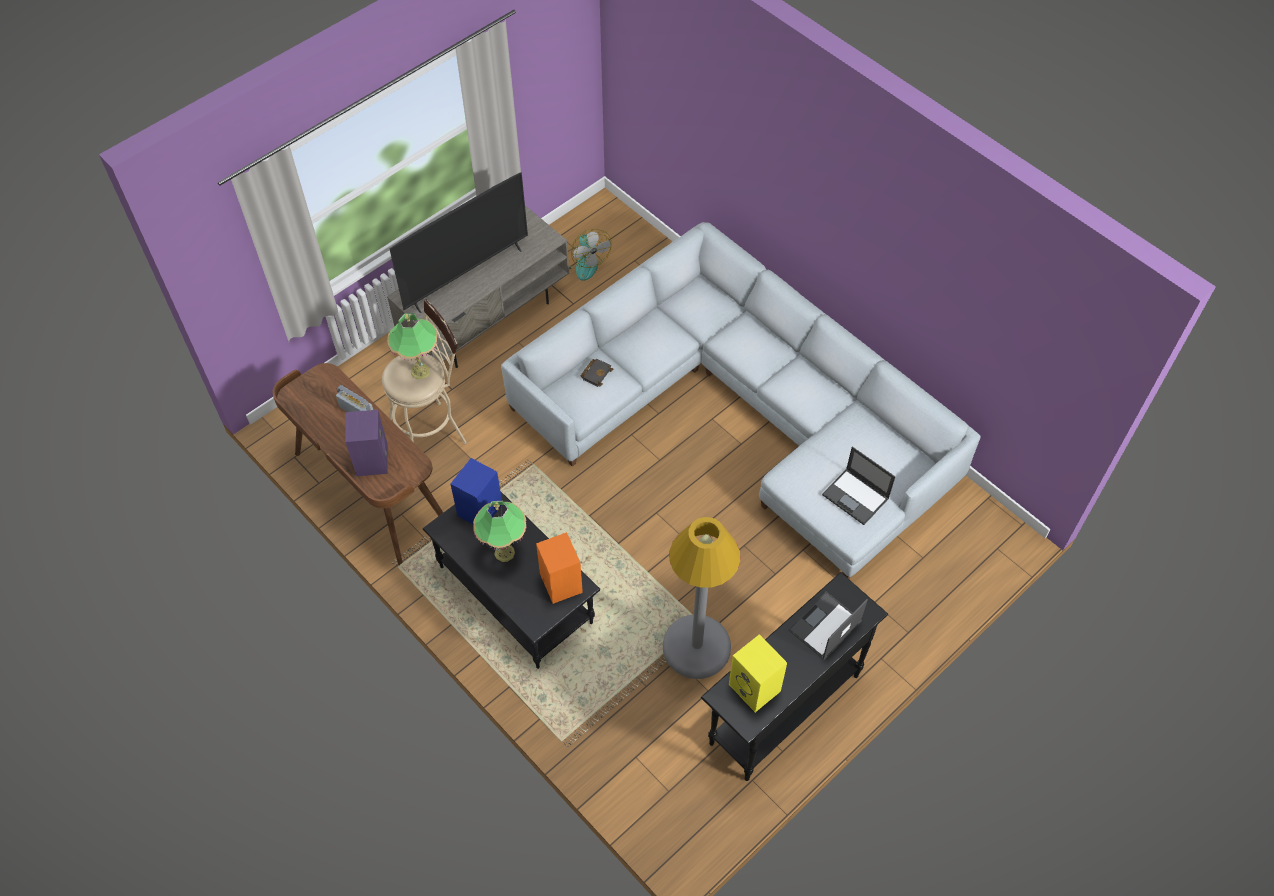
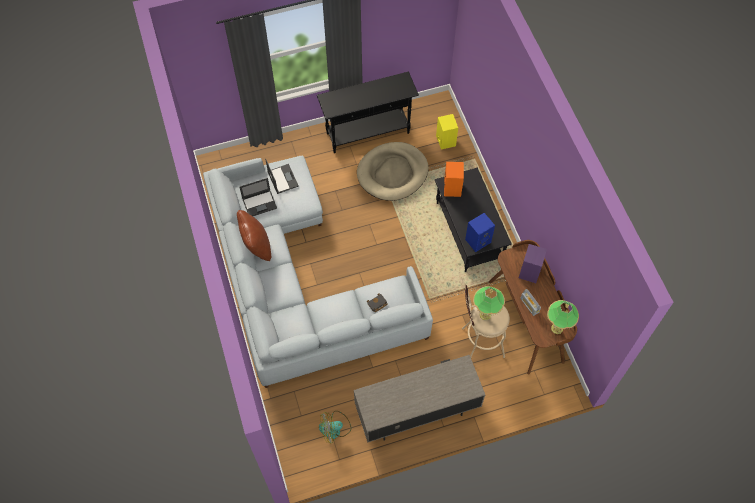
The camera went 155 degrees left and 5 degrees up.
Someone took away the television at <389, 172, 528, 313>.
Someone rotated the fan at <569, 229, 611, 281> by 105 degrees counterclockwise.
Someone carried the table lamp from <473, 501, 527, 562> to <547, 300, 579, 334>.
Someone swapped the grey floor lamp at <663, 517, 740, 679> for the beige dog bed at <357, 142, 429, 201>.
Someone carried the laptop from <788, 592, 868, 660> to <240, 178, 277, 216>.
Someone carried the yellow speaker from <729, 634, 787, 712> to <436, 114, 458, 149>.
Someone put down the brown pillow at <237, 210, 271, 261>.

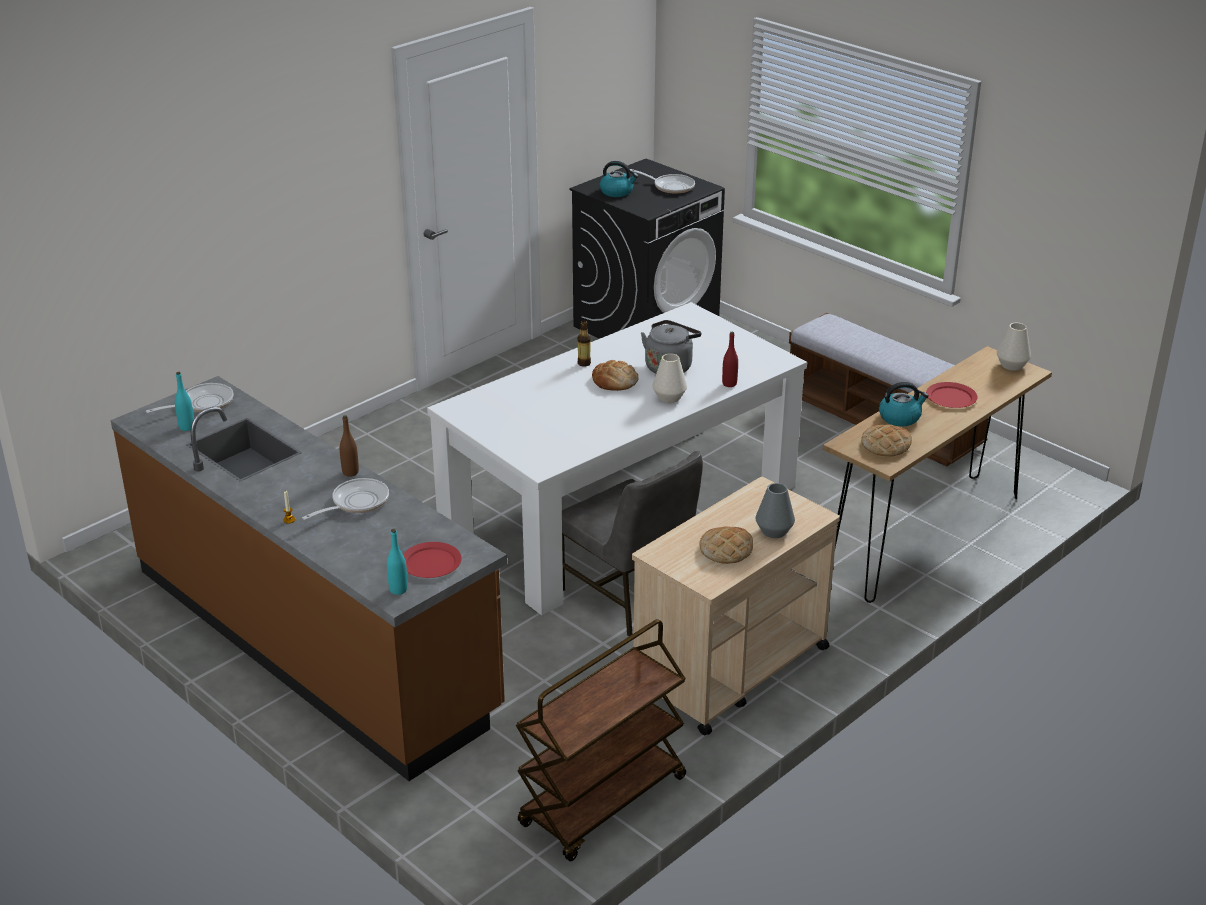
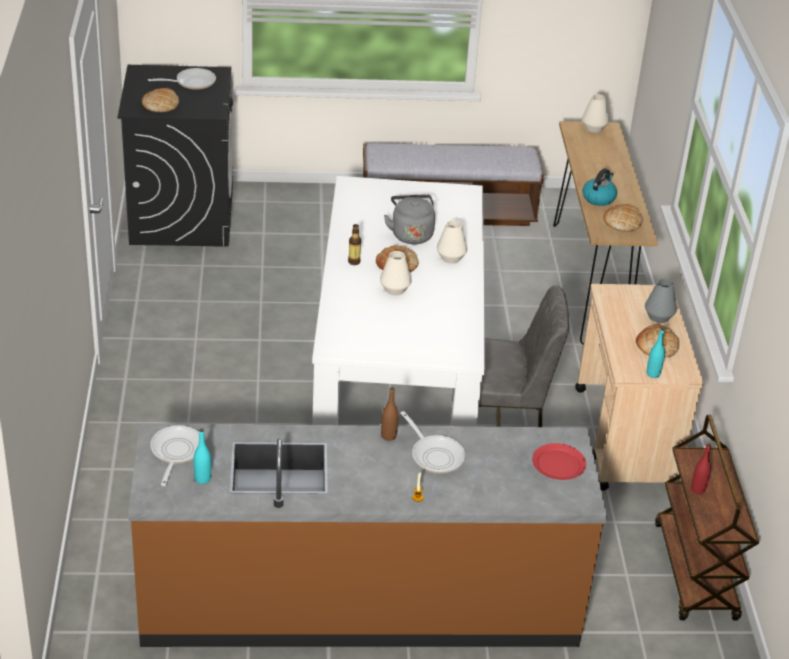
The camera went 50 degrees left and 5 degrees up.
Someone swapped the kettle at <599, 161, 638, 197> for the bread at <142, 88, 179, 112>.
Someone carried the red bottle from <722, 332, 738, 387> to <691, 443, 711, 494>.
Someone took away the red plate at <926, 382, 978, 408>.
Someone rotated the frying pan at <302, 478, 389, 520> by 150 degrees clockwise.
Someone carried the turquoise bottle from <387, 529, 408, 595> to <647, 328, 665, 378>.
Someone put down the white vase at <380, 251, 412, 295>.

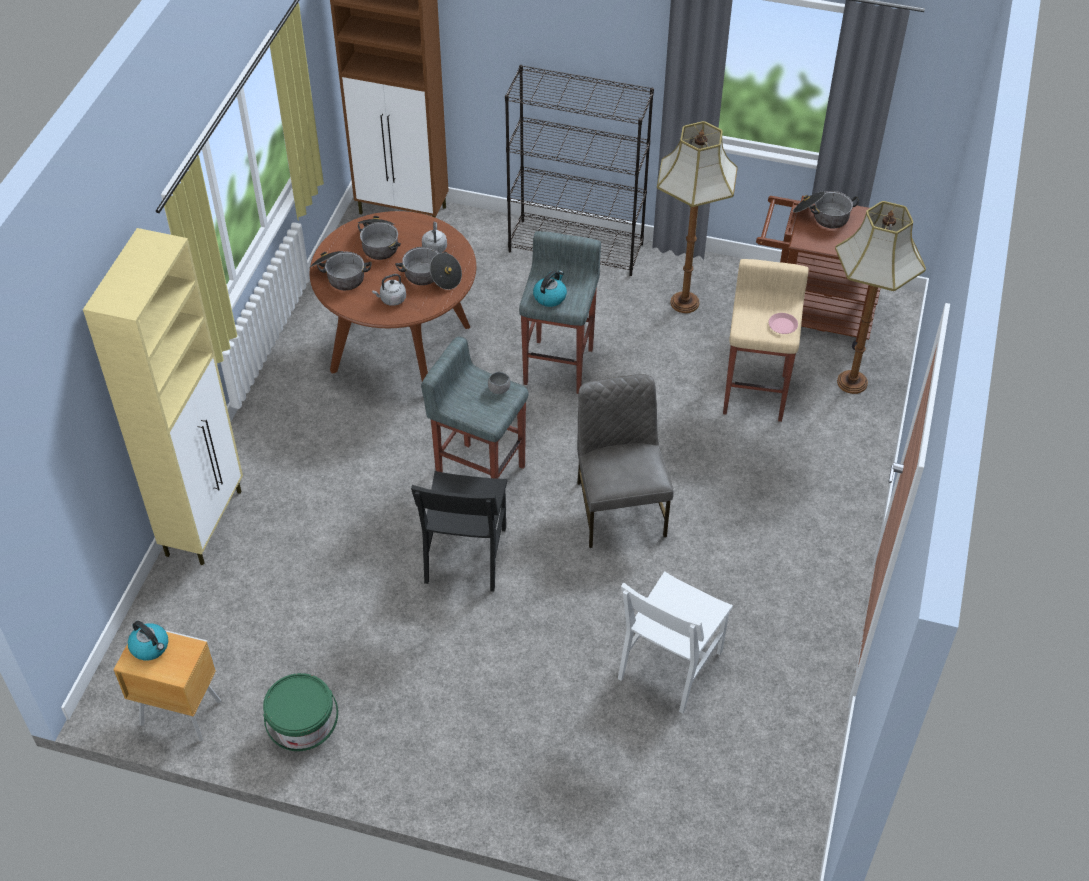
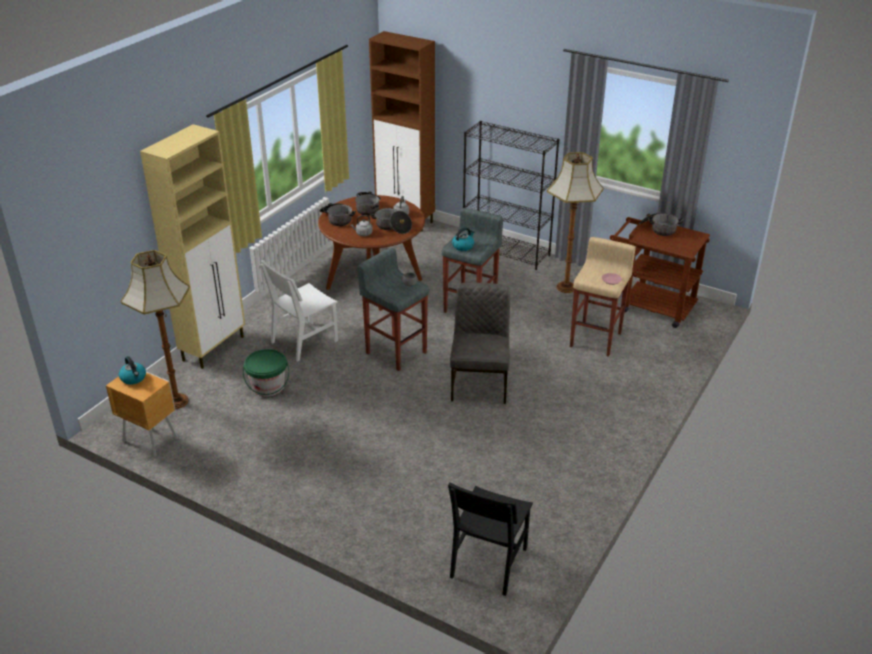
The camera went 15 degrees right and 15 degrees down.
Someone carried the floor lamp from <835, 201, 926, 394> to <120, 250, 190, 409>.
Someone carried the black chair from <411, 471, 508, 592> to <448, 482, 533, 596>.
Someone carried the white chair from <618, 571, 733, 713> to <261, 260, 338, 362>.
Someone carried the green bucket from <263, 673, 338, 751> to <243, 349, 289, 397>.

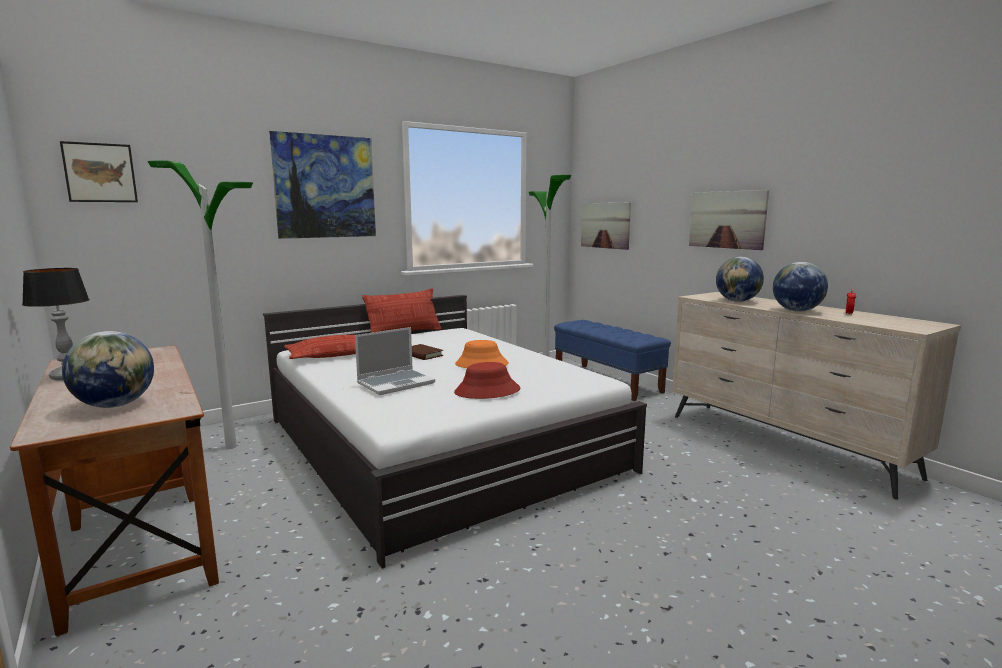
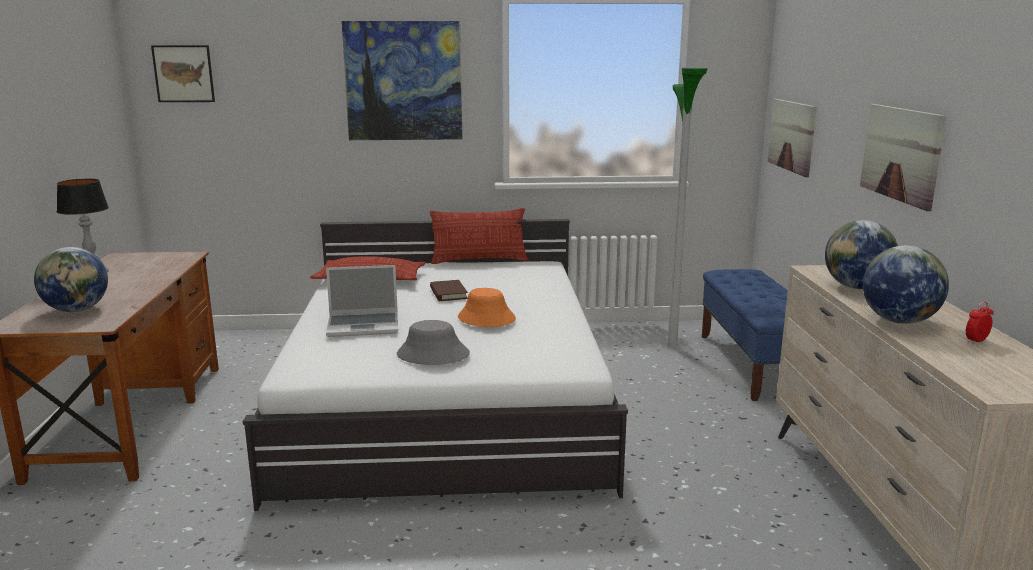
The camera went 30 degrees right and 5 degrees up.
Someone took away the floor lamp at <148, 160, 253, 449>.
Someone repainted the red hat at <454, 362, 520, 399>, which became the grey hat at <397, 320, 470, 365>.

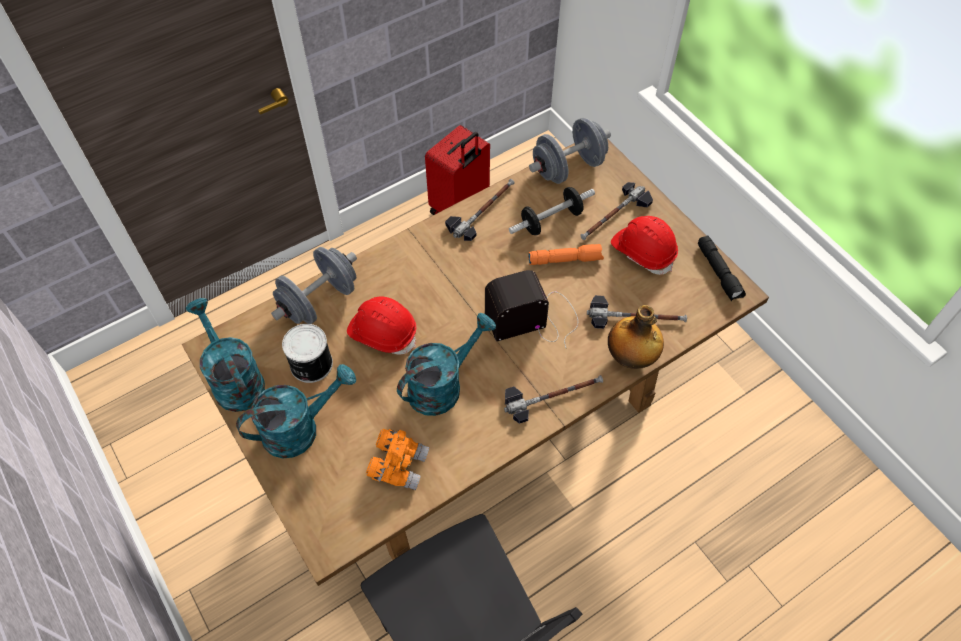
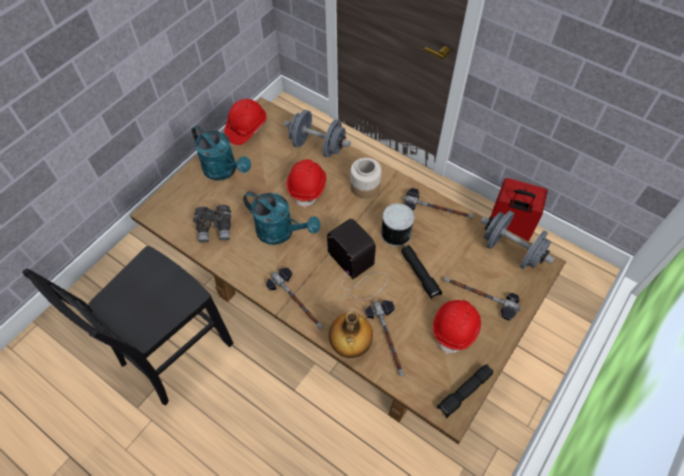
The camera went 70 degrees right and 0 degrees up.
Someone took away the dumbbell at <509, 187, 595, 235>.
Someone repainted the orange flashlight at <528, 244, 604, 265>, which became the black flashlight at <401, 245, 442, 299>.
Someone swapped the turquoise watering can at <186, 298, 265, 412> for the red hard hat at <224, 99, 267, 145>.
Someone carried the can from <282, 324, 333, 383> to <381, 203, 415, 247>.
Someone repainted the orange binoculars at <366, 429, 429, 490>, which became the grey binoculars at <193, 205, 231, 243>.
Someone put down the jar at <350, 158, 381, 199>.

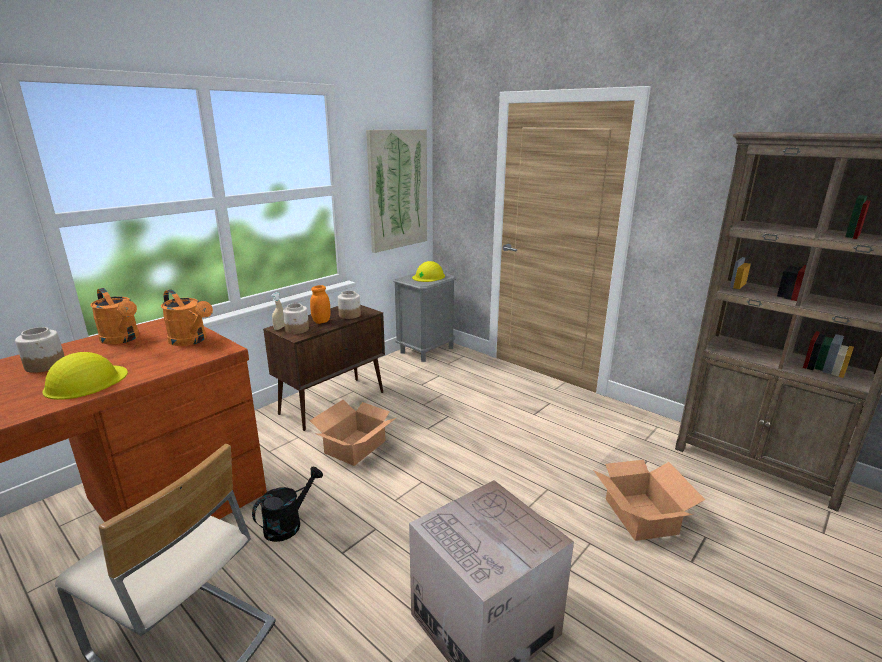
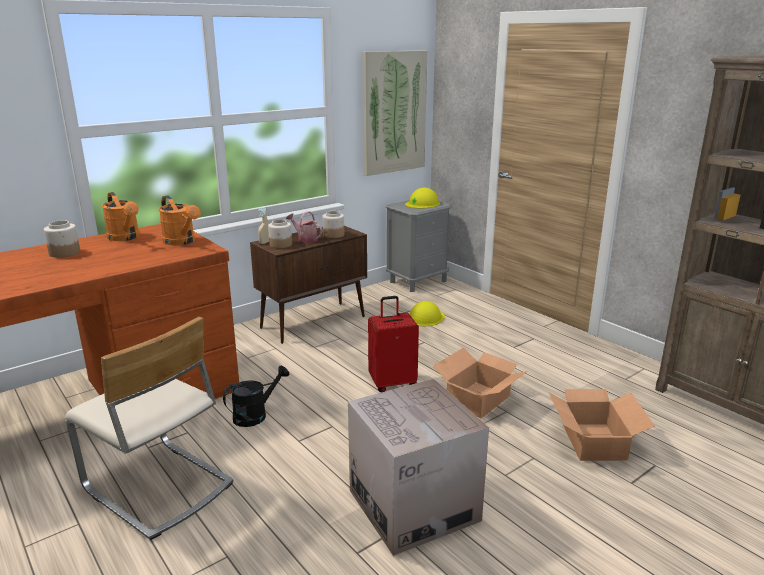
The camera went 10 degrees right and 0 degrees up.
Someone swapped the orange jar at <310, 285, 331, 324> for the watering can at <286, 211, 323, 243>.
Someone carried the yellow hard hat from <43, 352, 128, 400> to <410, 301, 445, 326>.
Someone carried the cardboard box from <309, 400, 396, 466> to <433, 348, 528, 418>.
Someone put down the red suitcase at <368, 296, 419, 392>.

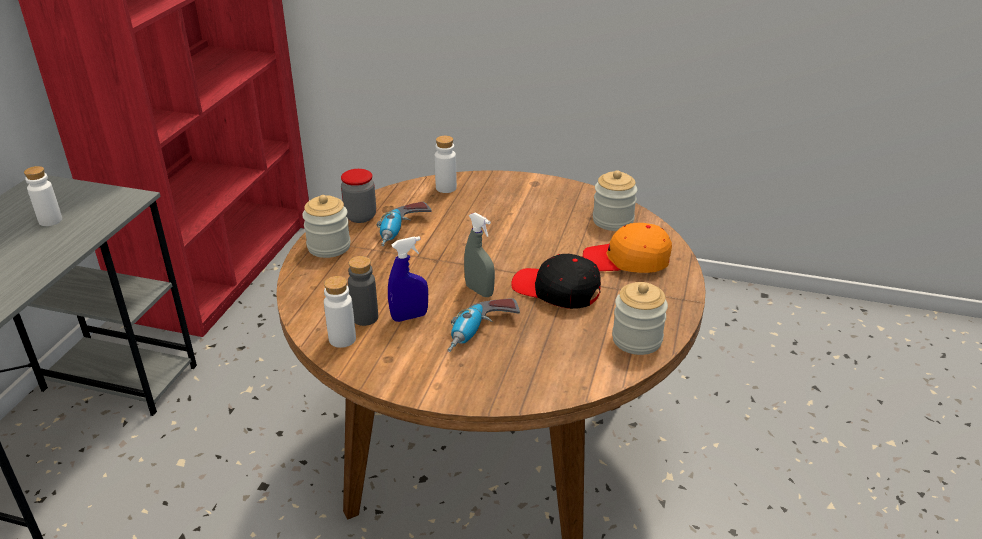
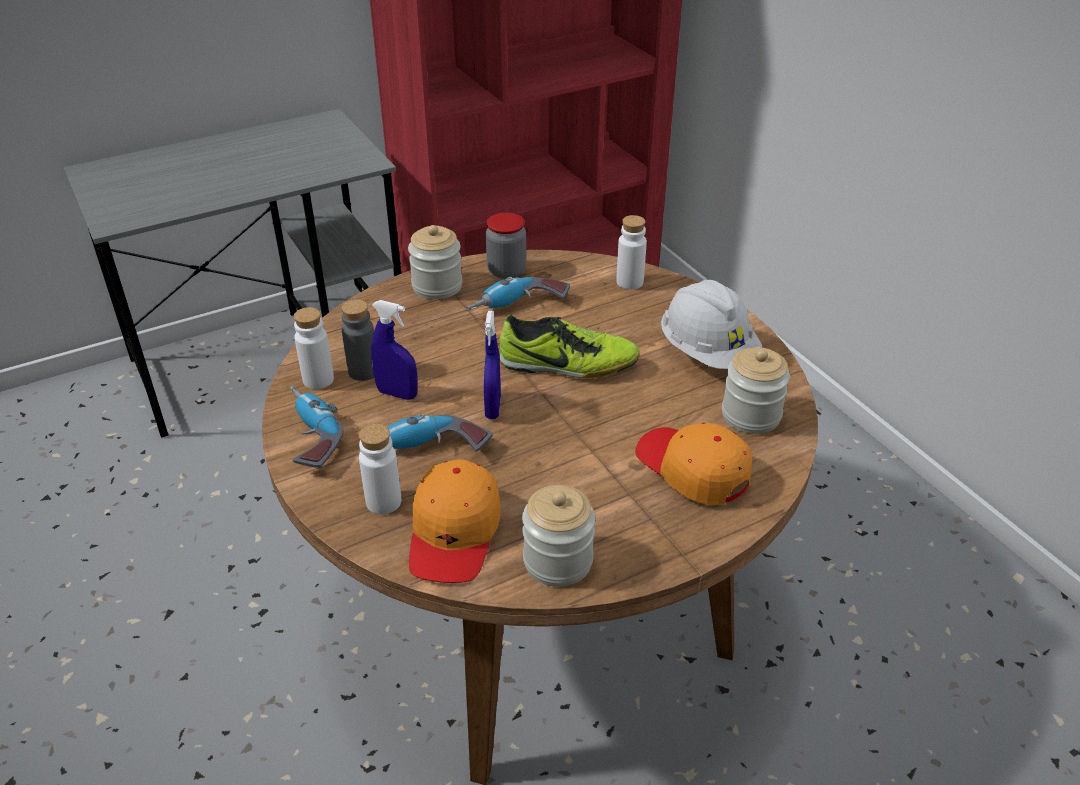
The camera went 45 degrees right and 5 degrees up.
Someone carried the white bottle from <24, 166, 62, 226> to <359, 424, 401, 515>.
Someone repainted the grey spray bottle at <464, 213, 495, 297>, which became the blue spray bottle at <484, 311, 501, 419>.
Someone took away the black cap at <511, 254, 601, 309>.
Someone put down the white hard hat at <661, 280, 762, 369>.
Someone put down the shoe at <499, 315, 640, 378>.
Someone put down the power drill at <290, 386, 343, 468>.
Someone put down the orange cap at <409, 459, 501, 583>.

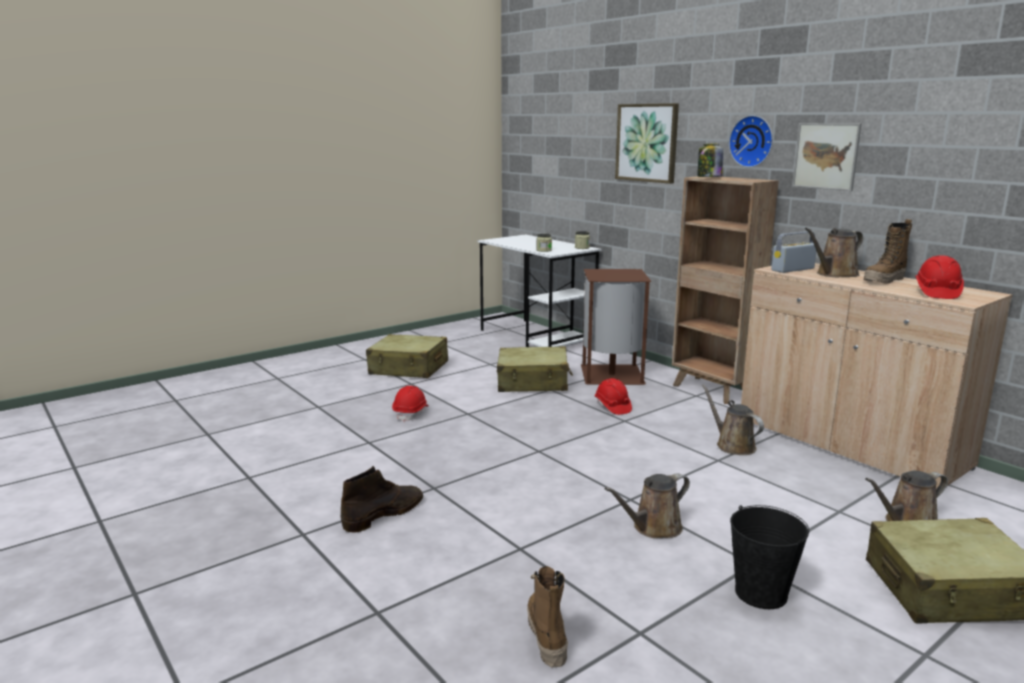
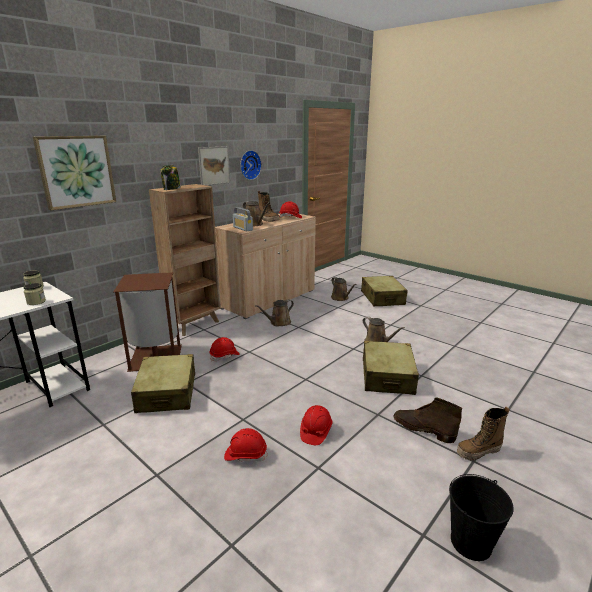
The camera went 100 degrees left and 5 degrees up.
Someone carried the wall clock from <729, 115, 773, 168> to <240, 150, 262, 180>.
Someone carried the beige suitcase from <366, 334, 448, 378> to <363, 341, 419, 395>.
Someone carried the black bucket from <730, 505, 809, 609> to <449, 474, 514, 561>.
Someone carried the boot from <527, 566, 568, 668> to <457, 407, 510, 461>.
Someone put down the red hard hat at <300, 405, 333, 445>.

